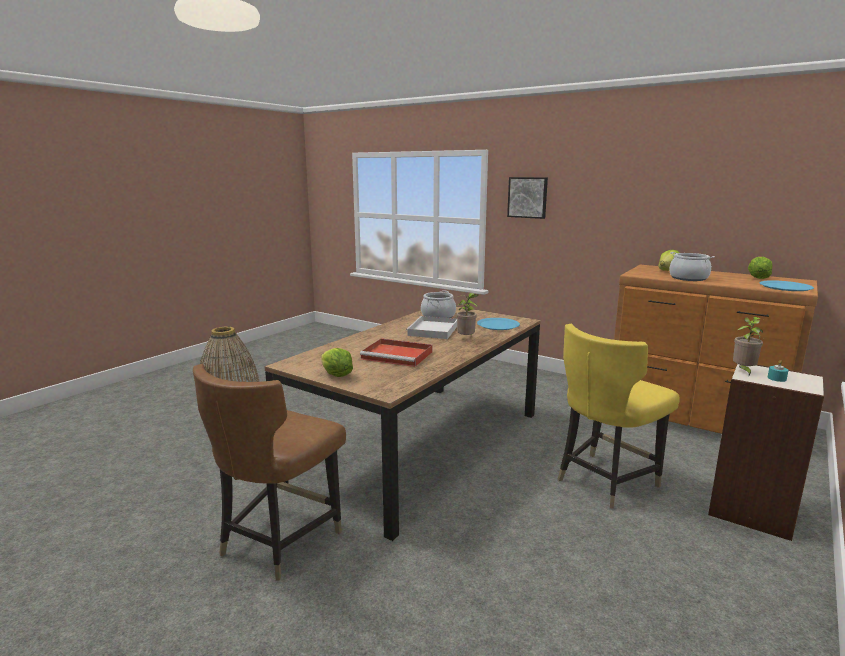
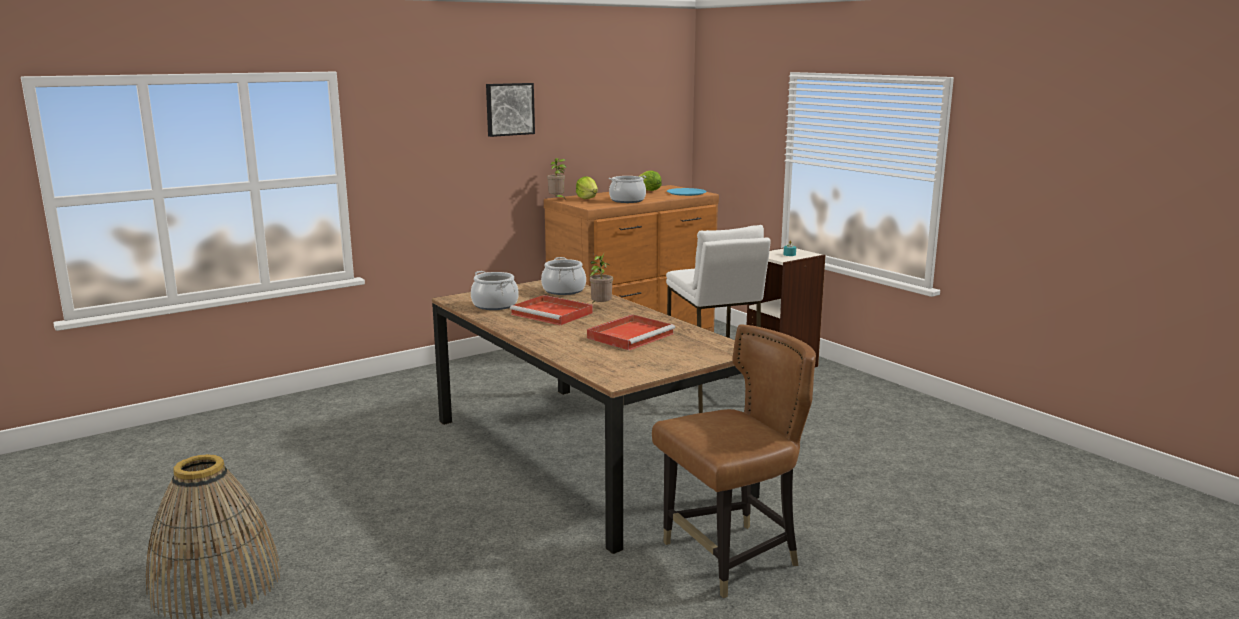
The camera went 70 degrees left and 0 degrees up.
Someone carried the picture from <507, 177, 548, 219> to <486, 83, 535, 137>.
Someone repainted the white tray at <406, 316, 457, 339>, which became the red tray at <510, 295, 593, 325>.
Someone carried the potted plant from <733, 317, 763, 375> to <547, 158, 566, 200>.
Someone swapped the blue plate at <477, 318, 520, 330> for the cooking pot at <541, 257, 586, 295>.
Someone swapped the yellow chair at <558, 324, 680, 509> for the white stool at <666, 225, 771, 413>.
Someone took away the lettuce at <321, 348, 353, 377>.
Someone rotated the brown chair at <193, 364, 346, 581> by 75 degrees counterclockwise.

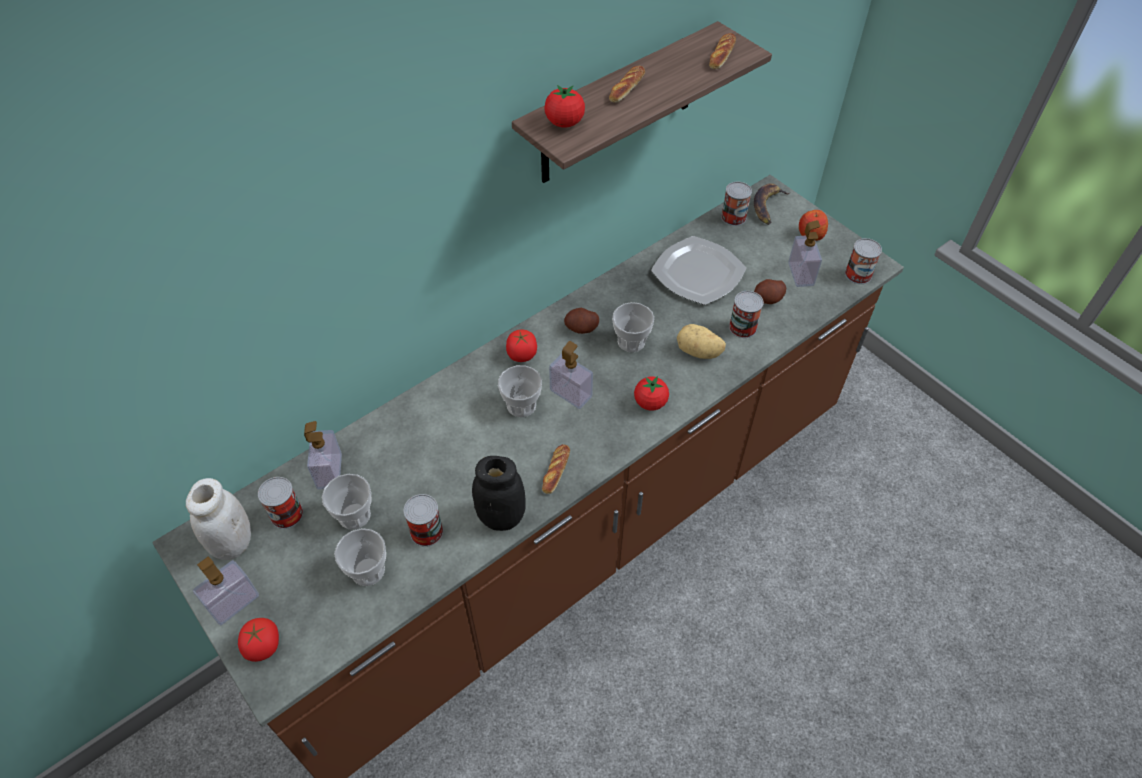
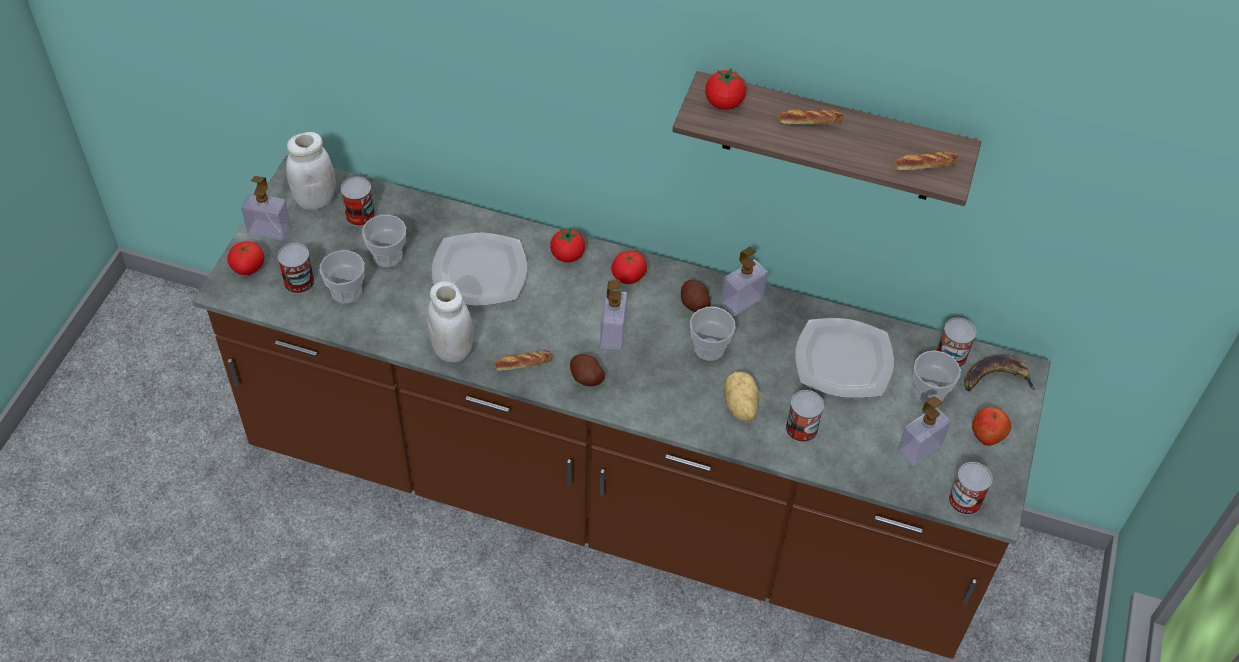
The camera went 55 degrees right and 0 degrees up.
Someone carried the potato from <754, 279, 786, 304> to <570, 354, 605, 386>.
Someone carried the cup from <498, 365, 542, 417> to <913, 351, 961, 404>.
Someone carried the tomato from <634, 376, 669, 411> to <550, 227, 585, 263>.
Someone carried the soap dispenser from <304, 421, 342, 489> to <721, 247, 768, 316>.
Someone repainted the black jar at <472, 456, 526, 531>, which became the white jar at <427, 281, 473, 363>.
Someone carried the can from <403, 494, 443, 547> to <277, 243, 315, 294>.
Someone put down the plate at <432, 233, 527, 306>.

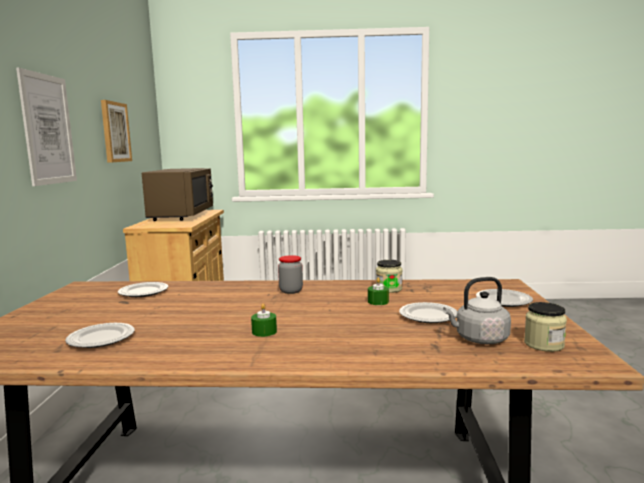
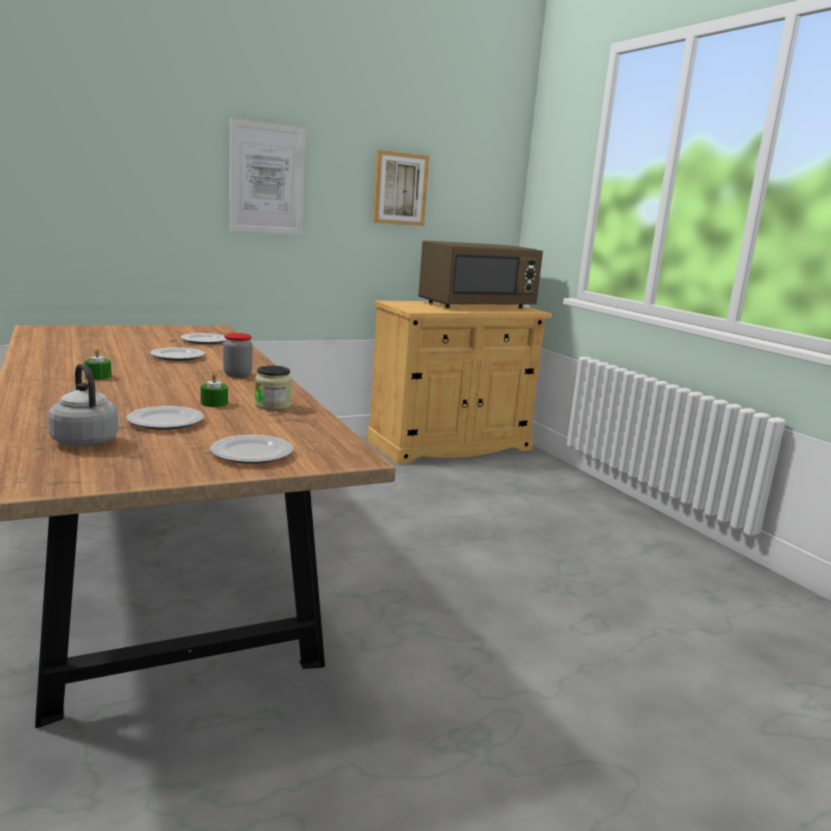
The camera went 60 degrees right and 5 degrees up.
Someone took away the jar at <524, 302, 567, 352>.
Someone carried the plate from <65, 323, 134, 348> to <150, 347, 205, 361>.

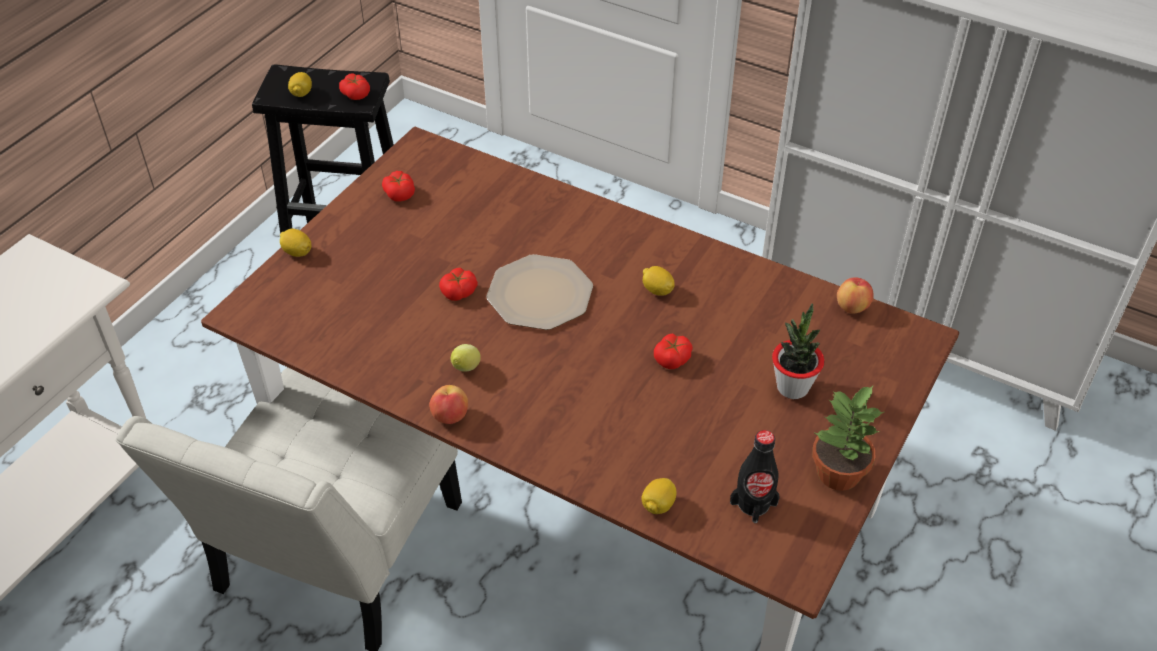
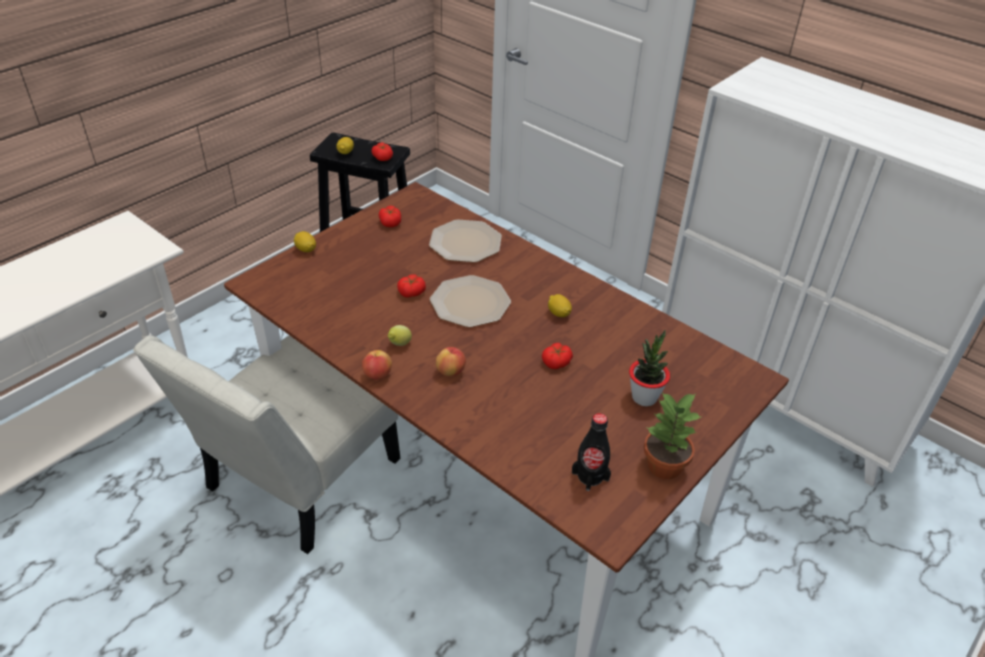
The camera went 10 degrees right and 5 degrees down.
Someone carried the apple from <837, 277, 874, 314> to <436, 347, 466, 376>.
Someone took away the lemon at <641, 478, 676, 514>.
Someone put down the plate at <429, 219, 502, 262>.

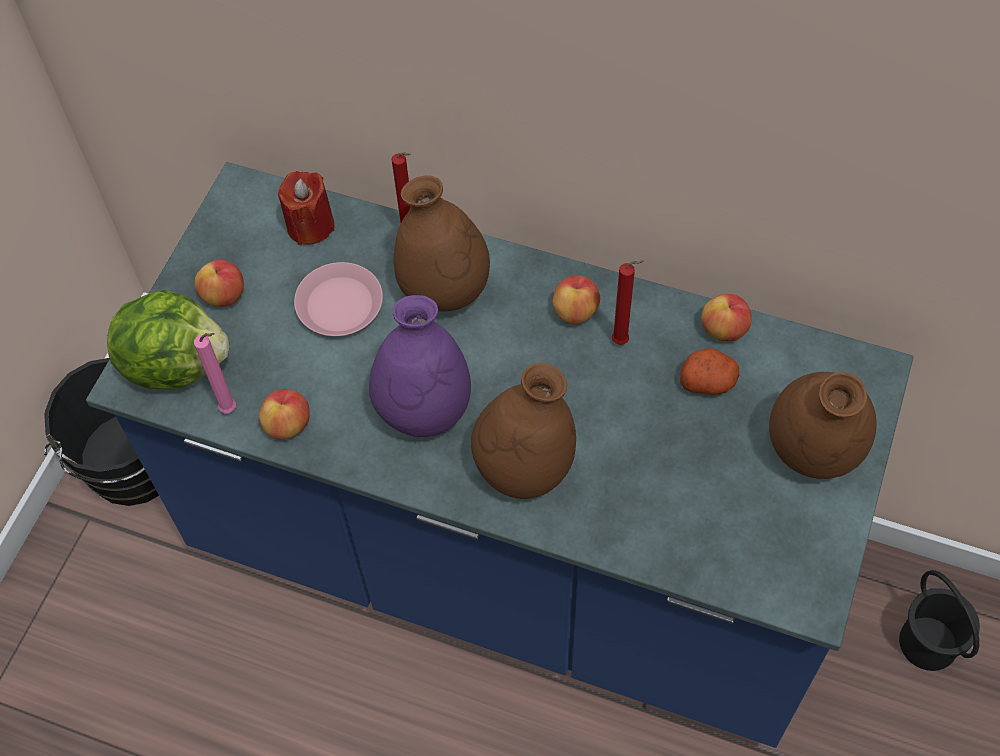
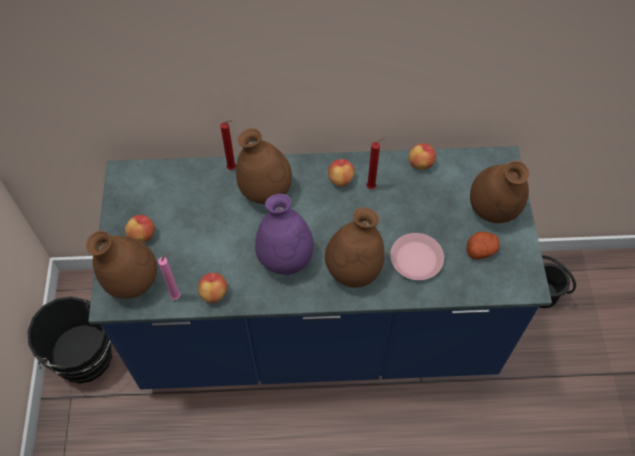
The camera went 25 degrees left and 0 degrees up.
Someone took away the red candle at <278, 171, 335, 245>.
Someone carried the pink plate from <294, 262, 383, 336> to <390, 233, 444, 280>.
Someone swapped the lettuce at <107, 290, 229, 390> for the brown vase at <86, 231, 157, 299>.
Someone carried the potato from <680, 348, 739, 395> to <467, 232, 500, 260>.

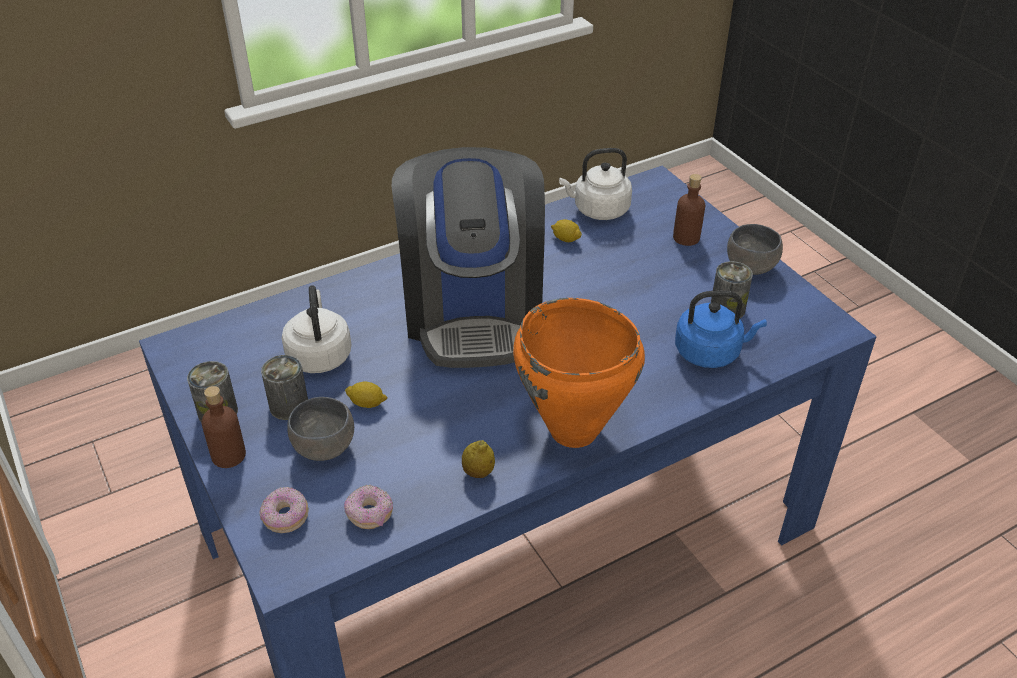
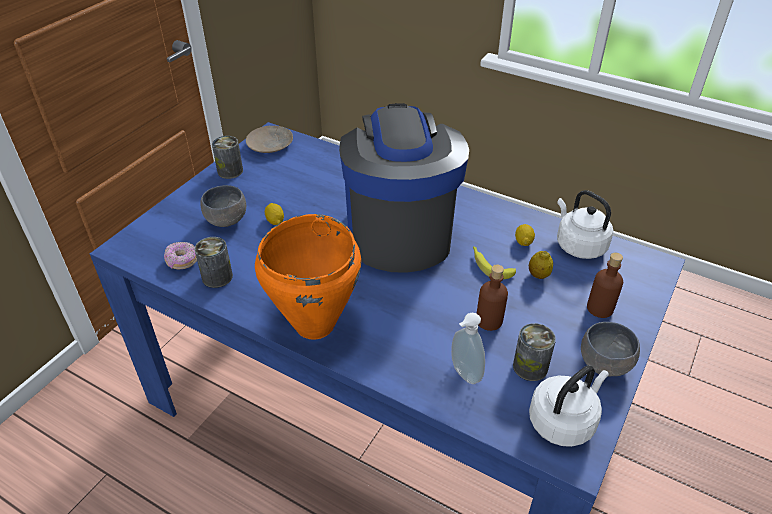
The camera went 60 degrees right and 0 degrees up.
Someone rotated the coffee machine at <391, 147, 545, 368> by 120 degrees clockwise.
Someone carried the white kettle from <282, 285, 351, 373> to <529, 366, 609, 447>.
Someone swapped the blue kettle at <675, 291, 767, 368> for the soap dispenser at <451, 313, 485, 384>.
Someone carried the can from <261, 355, 308, 420> to <194, 237, 233, 288>.
Someone carried the brown bottle from <202, 386, 246, 468> to <477, 265, 508, 331>.
Someone carried the lemon from <462, 440, 495, 478> to <529, 251, 553, 279>.
Someone took away the donut at <260, 487, 309, 533>.
Someone put down the beige plate at <246, 126, 293, 153>.
Someone put down the banana at <473, 246, 516, 279>.

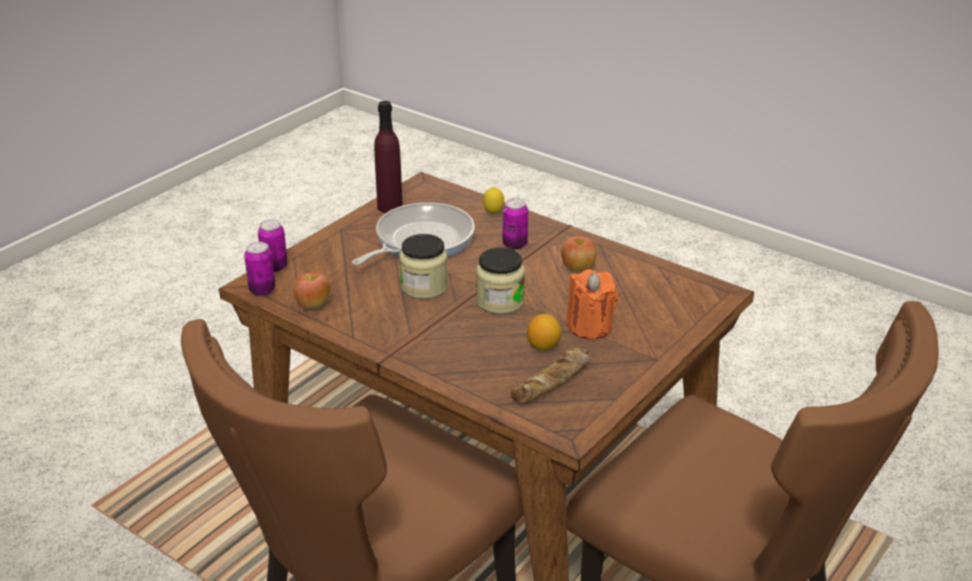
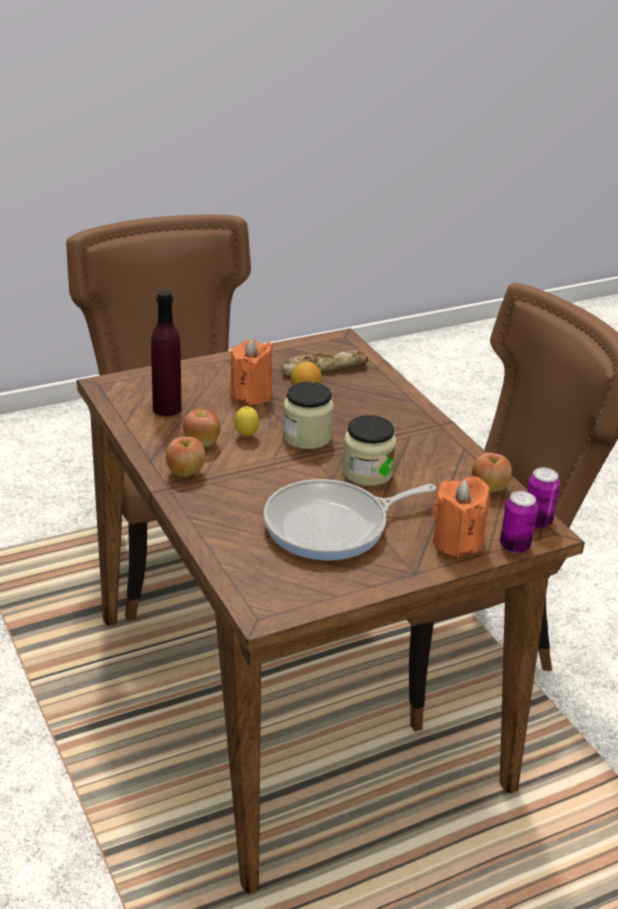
The camera went 155 degrees left and 0 degrees up.
Someone carried the purple bottle from <374, 101, 403, 213> to <151, 290, 181, 416>.
Someone carried the lemon from <483, 187, 504, 214> to <234, 406, 259, 437>.
Someone took away the can at <502, 198, 528, 250>.
Someone put down the apple at <166, 437, 205, 477>.
Someone put down the orange candle at <433, 476, 490, 558>.

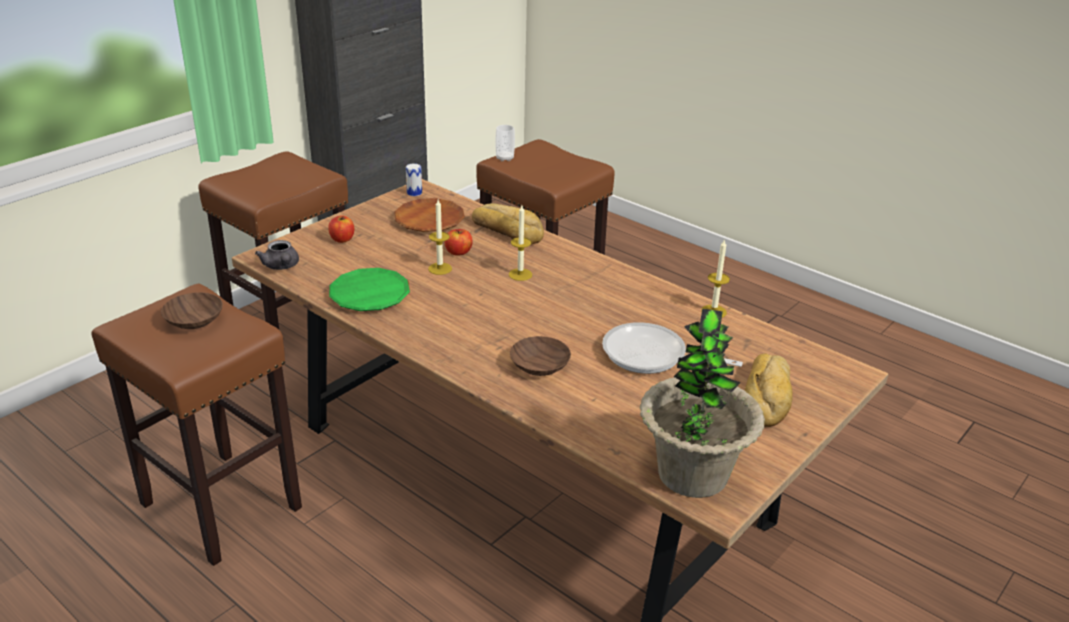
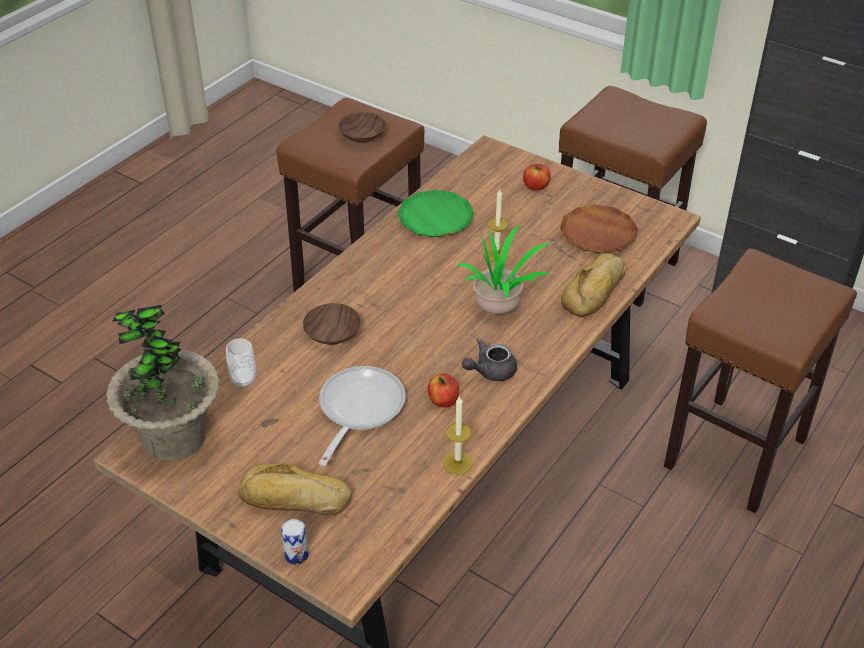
The camera went 85 degrees right and 10 degrees up.
Someone carried the cup from <495, 125, 515, 161> to <226, 339, 256, 388>.
Someone carried the can from <406, 163, 422, 196> to <281, 519, 309, 565>.
Someone swapped the candle at <509, 205, 532, 281> for the potted plant at <457, 224, 550, 314>.
Someone carried the apple from <445, 229, 473, 256> to <428, 373, 459, 408>.
Someone carried the grey teapot from <255, 240, 299, 270> to <462, 338, 517, 381>.

